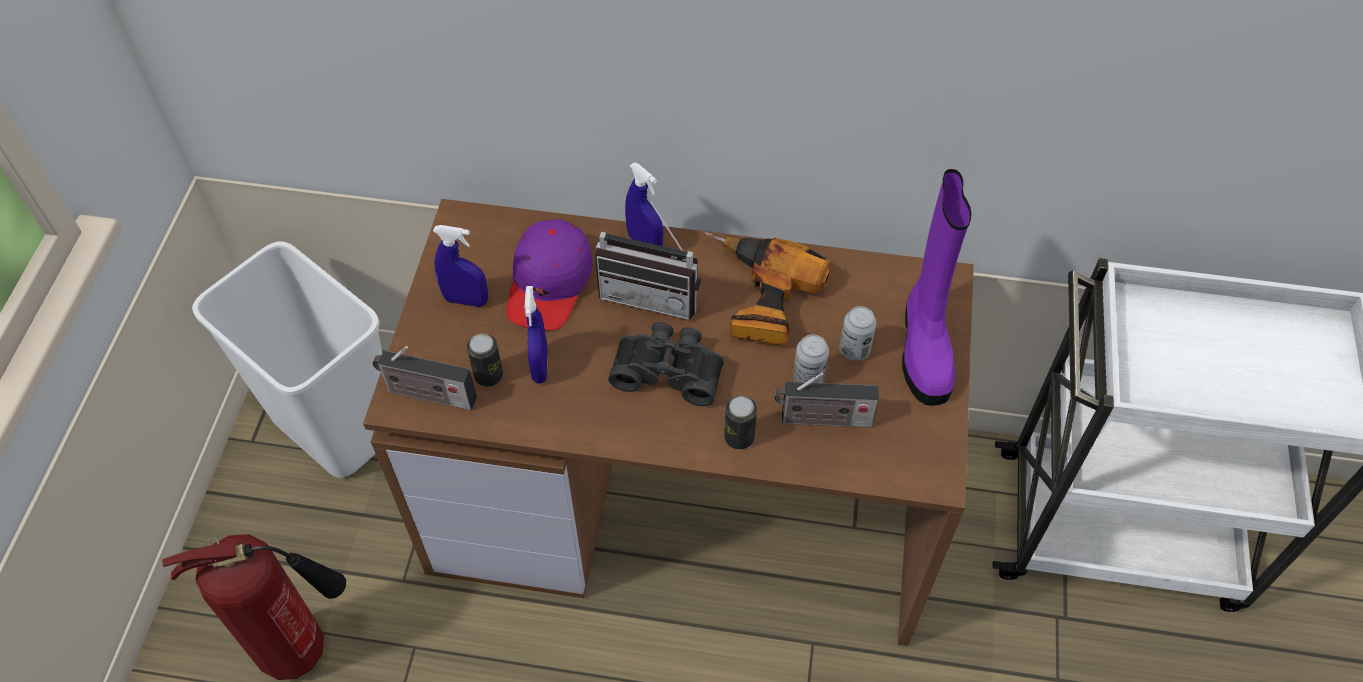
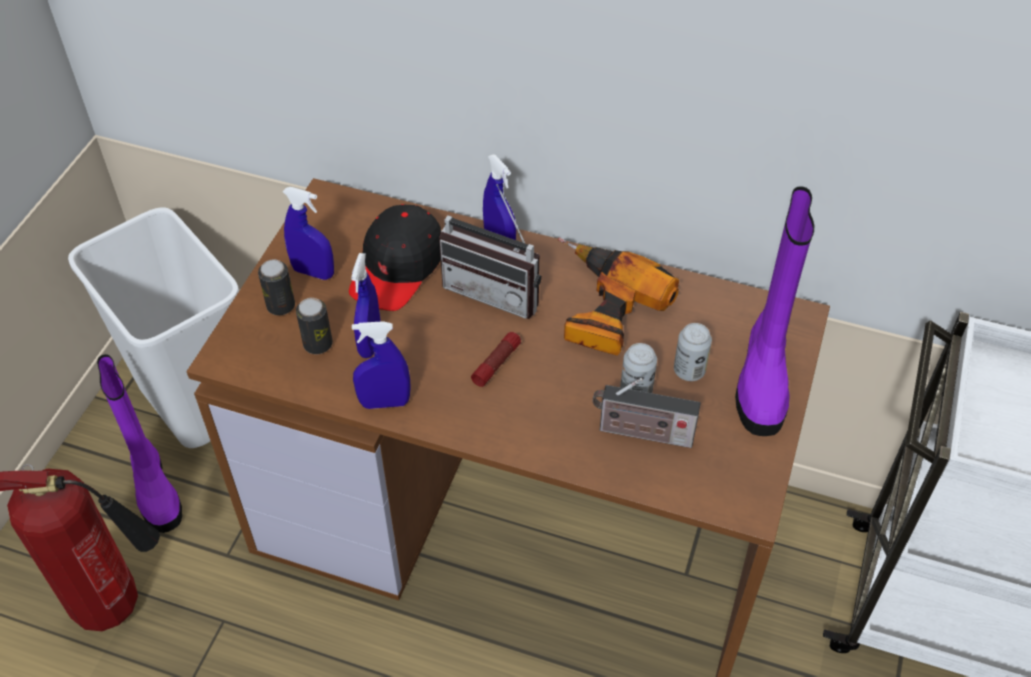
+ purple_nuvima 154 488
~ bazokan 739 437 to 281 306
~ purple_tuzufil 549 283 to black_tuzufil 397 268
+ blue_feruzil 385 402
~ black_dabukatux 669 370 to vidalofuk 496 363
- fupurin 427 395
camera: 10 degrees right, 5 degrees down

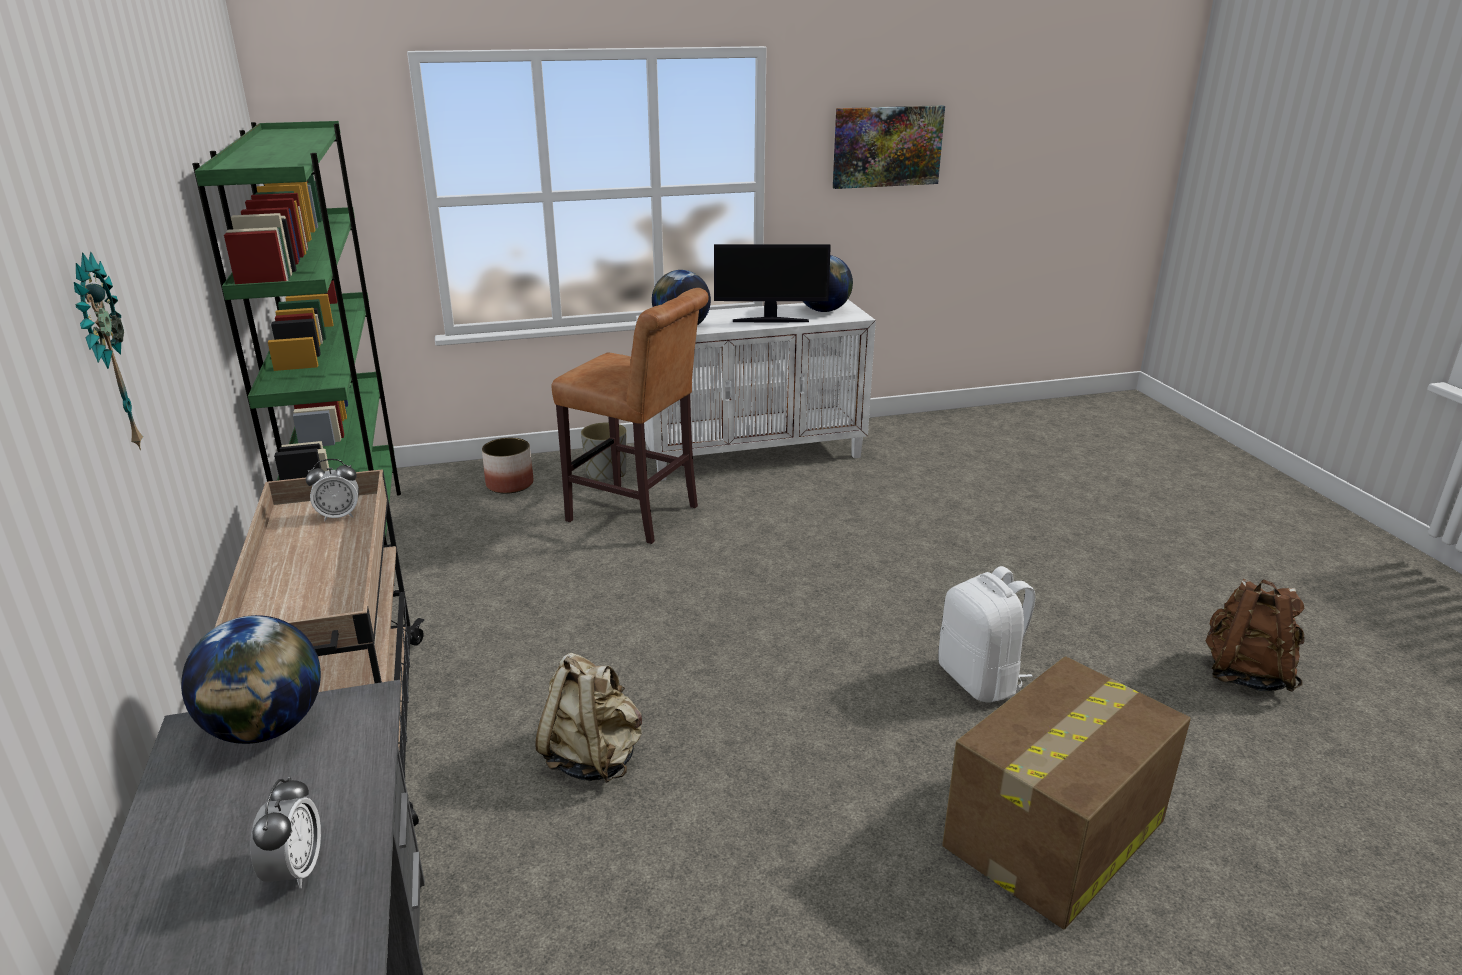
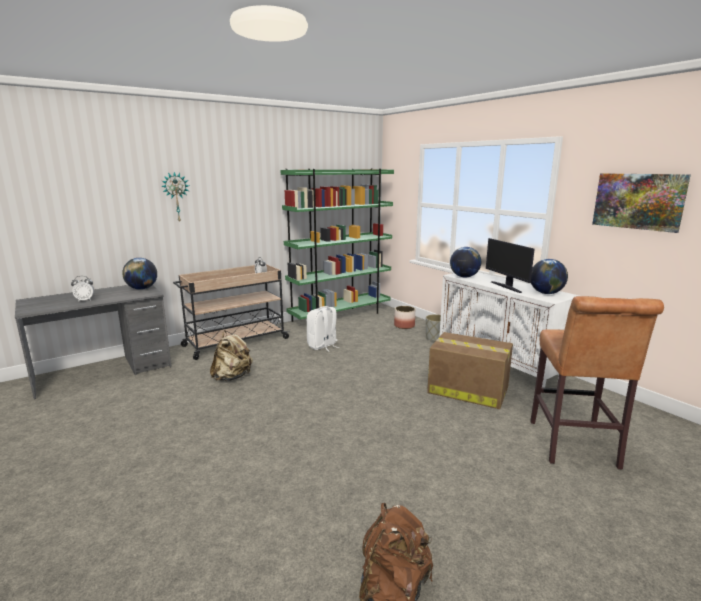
~ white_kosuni 981 680 to 322 346
~ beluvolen 1053 835 to 466 390
~ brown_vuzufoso 638 515 to 574 447
camera: 70 degrees right, 10 degrees down

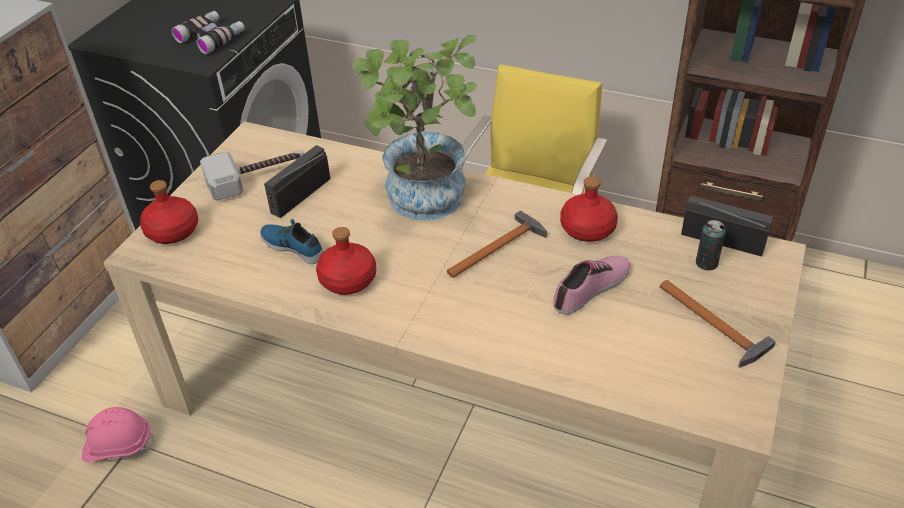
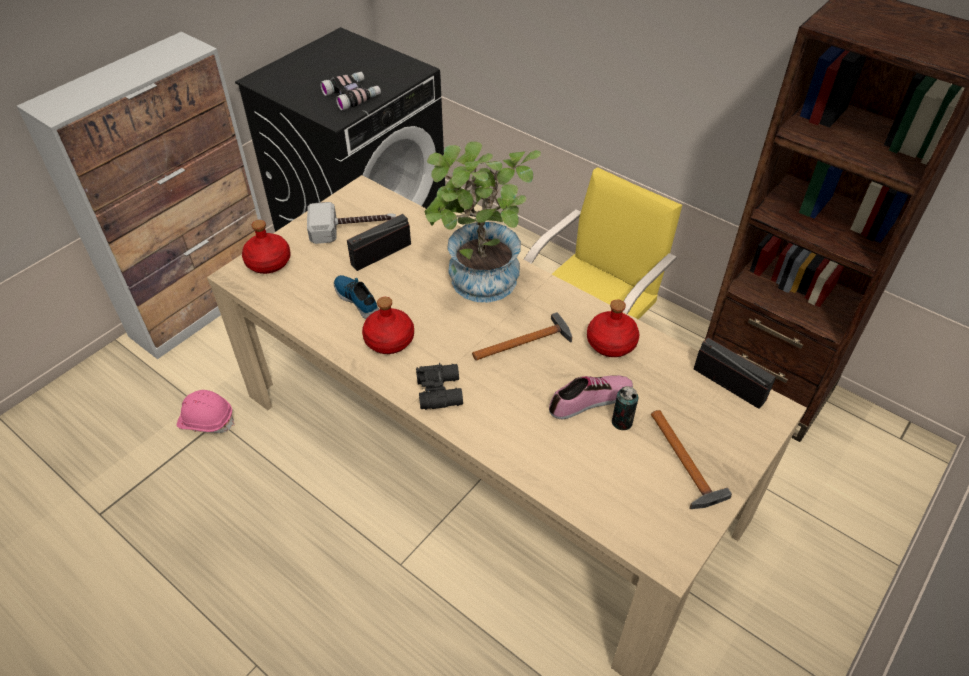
+ black_dabukatux 440 390
~ bazokan 706 263 to 622 422
camera: 15 degrees right, 5 degrees up

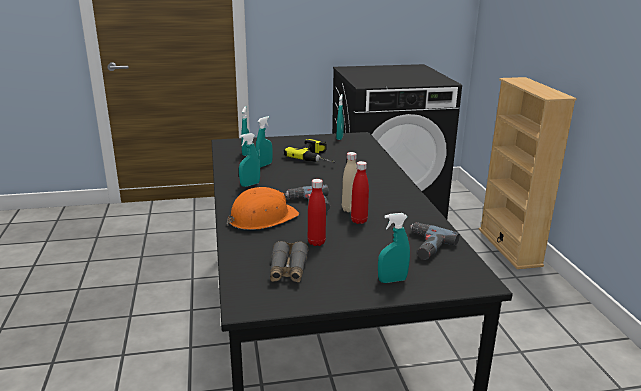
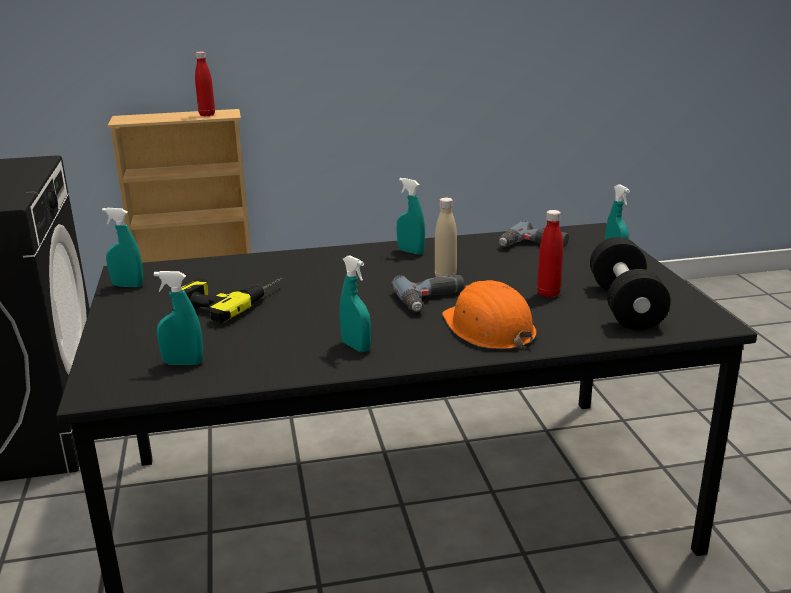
~ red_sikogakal 359 221 to 207 115
~ turquoise_feruzil 264 165 to 410 251
~ grey_dabukatux 288 270 to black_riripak 625 306
camera: 90 degrees left, 0 degrees up

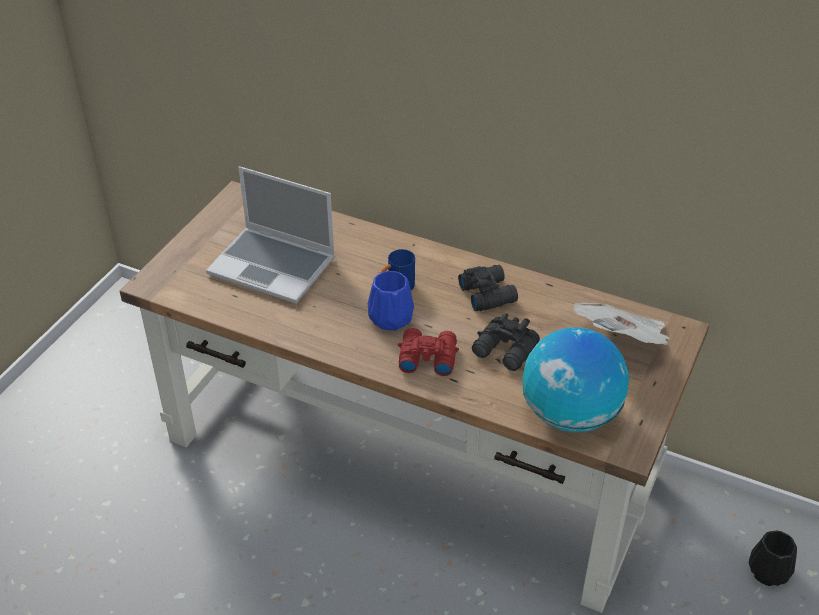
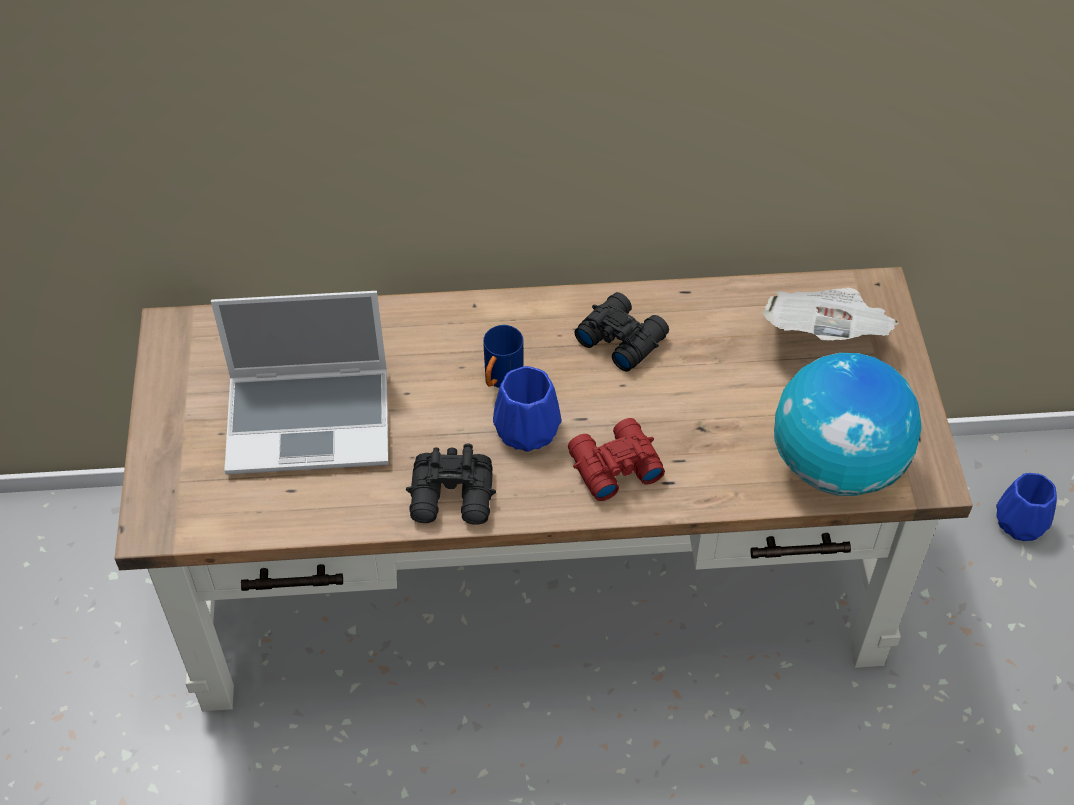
~ black_dabukatux 505 351 to 453 498
~ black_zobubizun 769 572 to blue_zobubizun 1021 523
camera: 30 degrees left, 10 degrees up

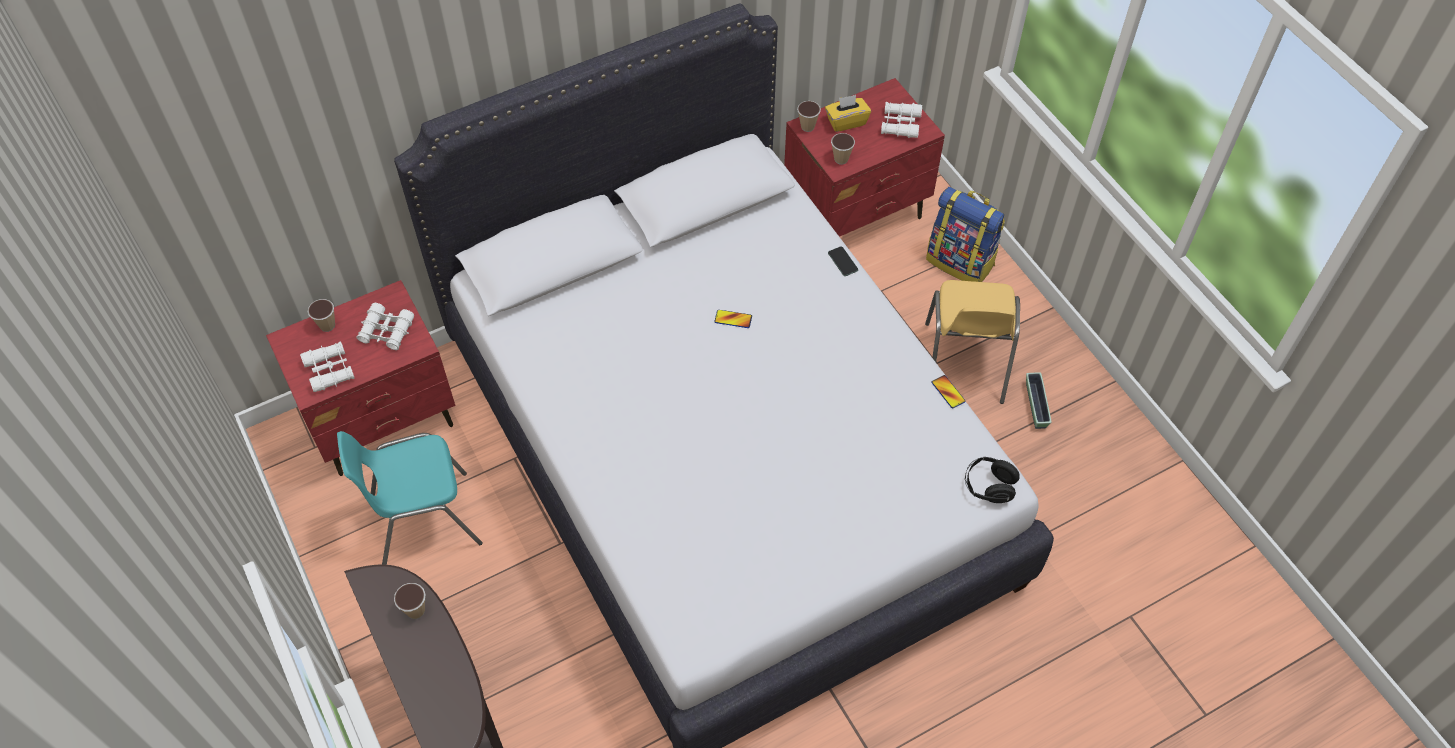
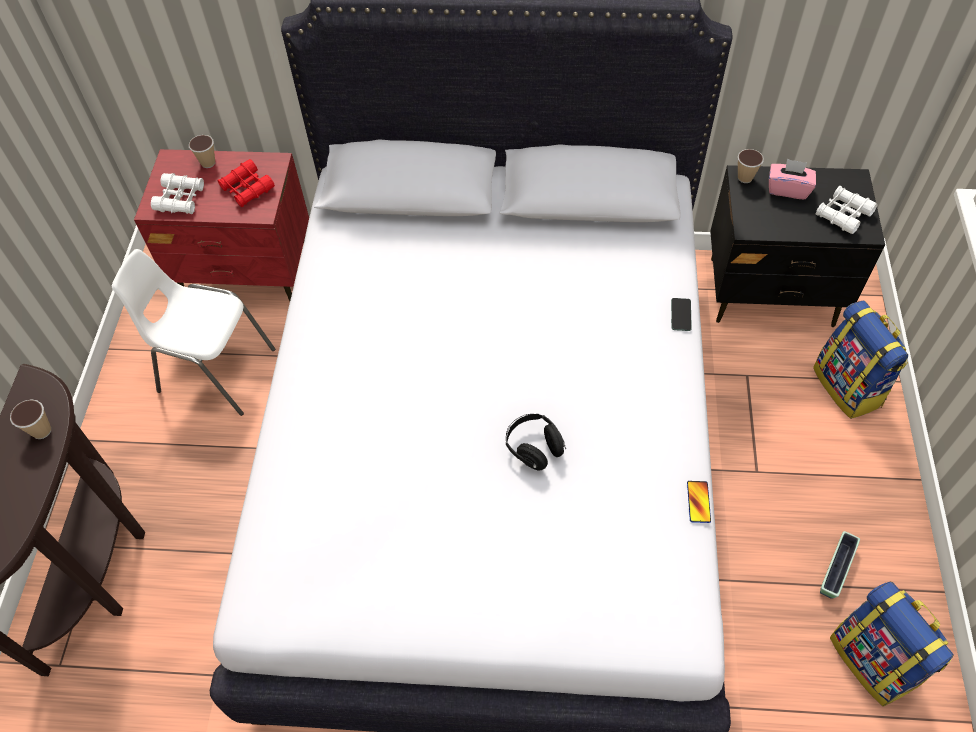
~ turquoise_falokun 424 520 to white_falokun 215 370
~ white_dabukatux 387 331 to red_dabukatux 247 188
~ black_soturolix 989 487 to 534 448
~ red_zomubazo 856 213 to black_zomubazo 772 293
~ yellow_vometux 846 122 to pink_vometux 788 189
+ kosuni 874 660
- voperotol 733 319
- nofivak 841 159
- yellow_falokun 964 364
camera: 35 degrees right, 0 degrees up

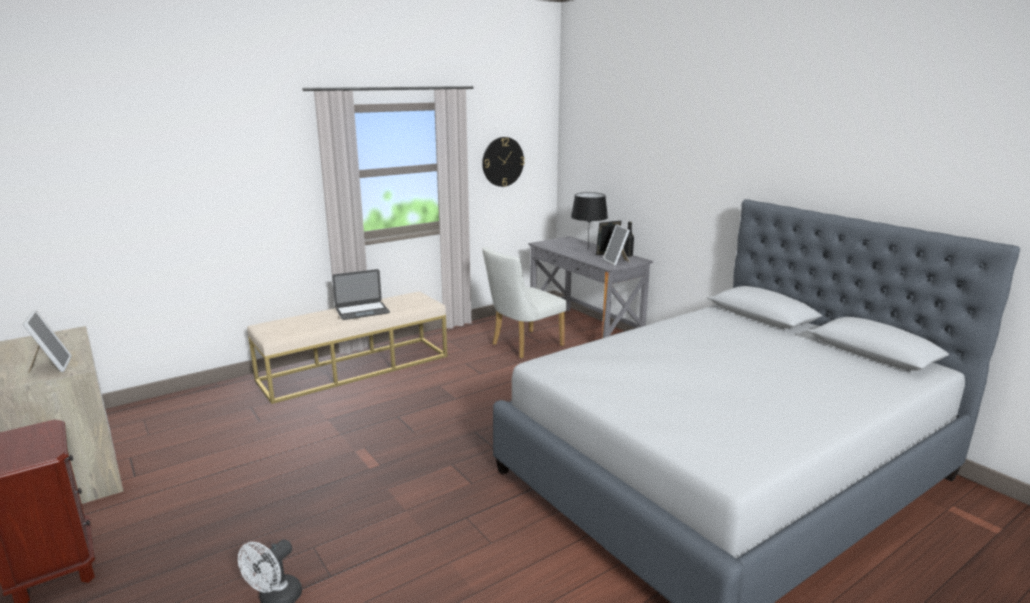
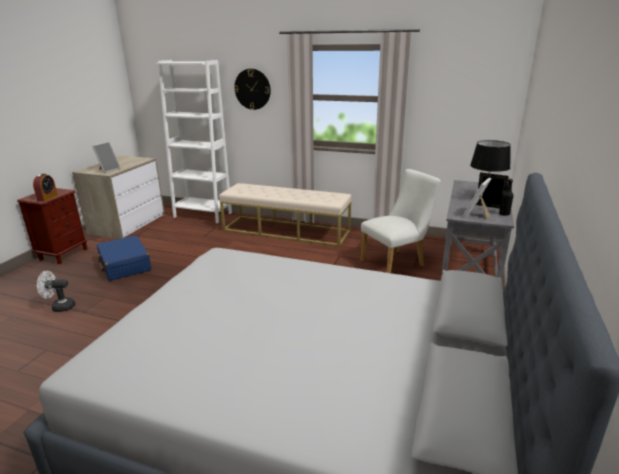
+ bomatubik 47 198
+ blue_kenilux 125 265
+ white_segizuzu 202 215
~ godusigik 502 161 to 252 89
~ white_falokun 522 346 = 396 263 135 degrees clockwise
- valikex 362 311
camera: 55 degrees right, 5 degrees up

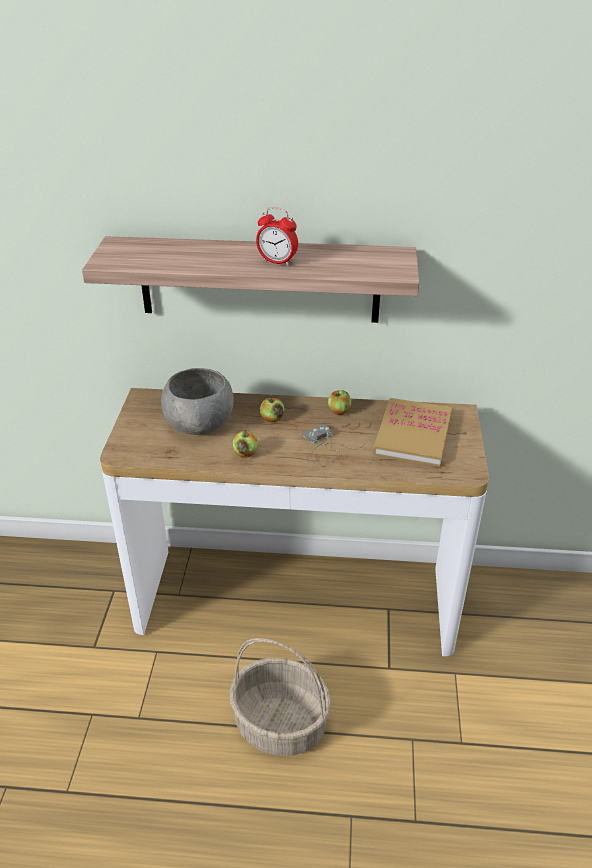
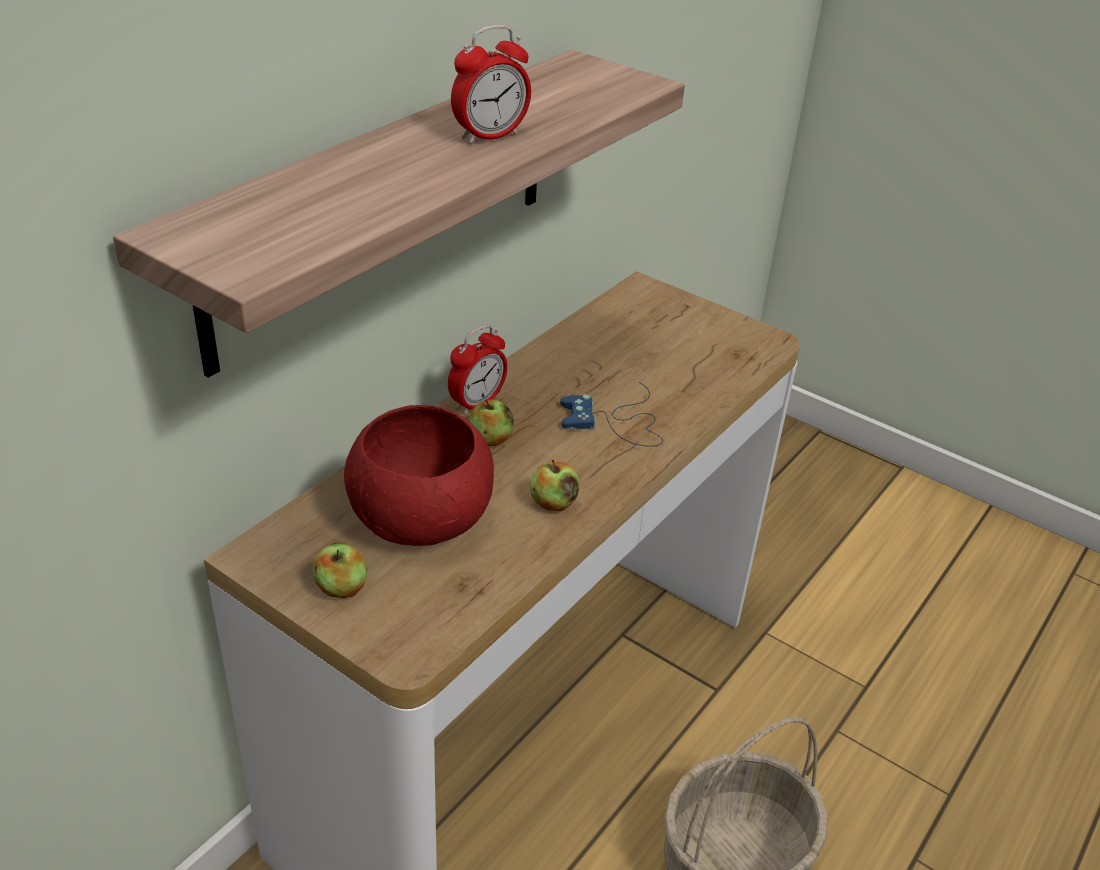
~ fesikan 339 411 to 341 588
~ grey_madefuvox 198 424 to red_madefuvox 420 520
+ bomatubik 477 403
~ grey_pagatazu 326 448 to blue_pagatazu 616 423
- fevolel 413 435
camera: 60 degrees left, 0 degrees up

